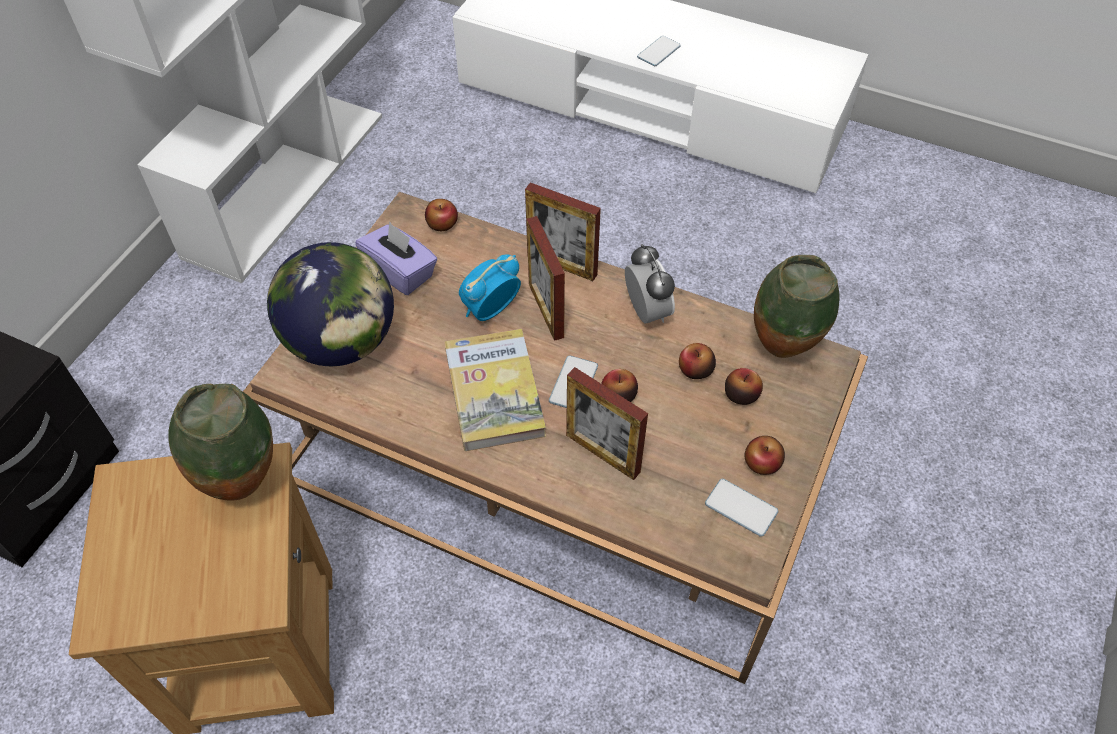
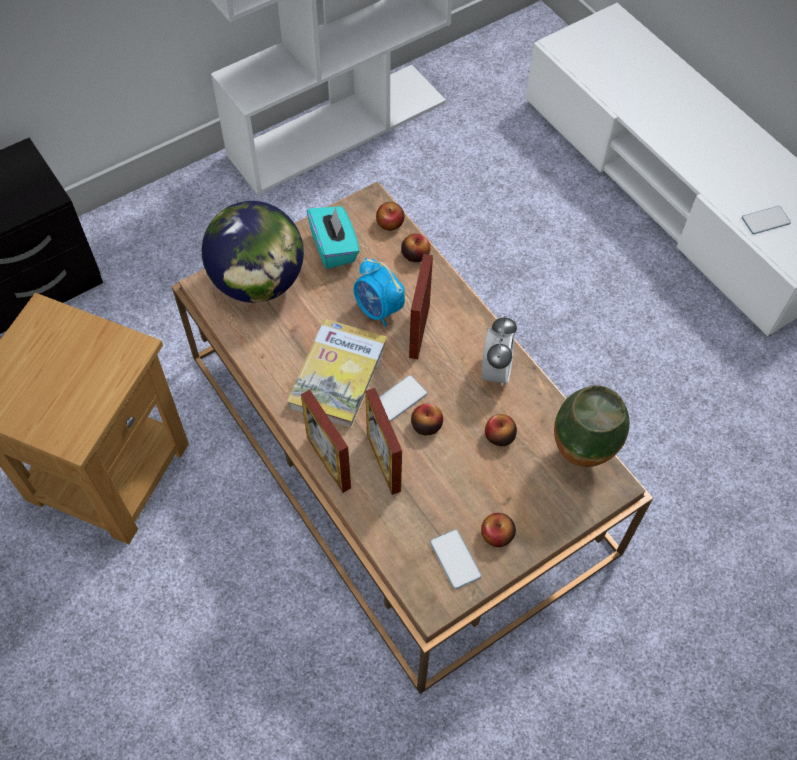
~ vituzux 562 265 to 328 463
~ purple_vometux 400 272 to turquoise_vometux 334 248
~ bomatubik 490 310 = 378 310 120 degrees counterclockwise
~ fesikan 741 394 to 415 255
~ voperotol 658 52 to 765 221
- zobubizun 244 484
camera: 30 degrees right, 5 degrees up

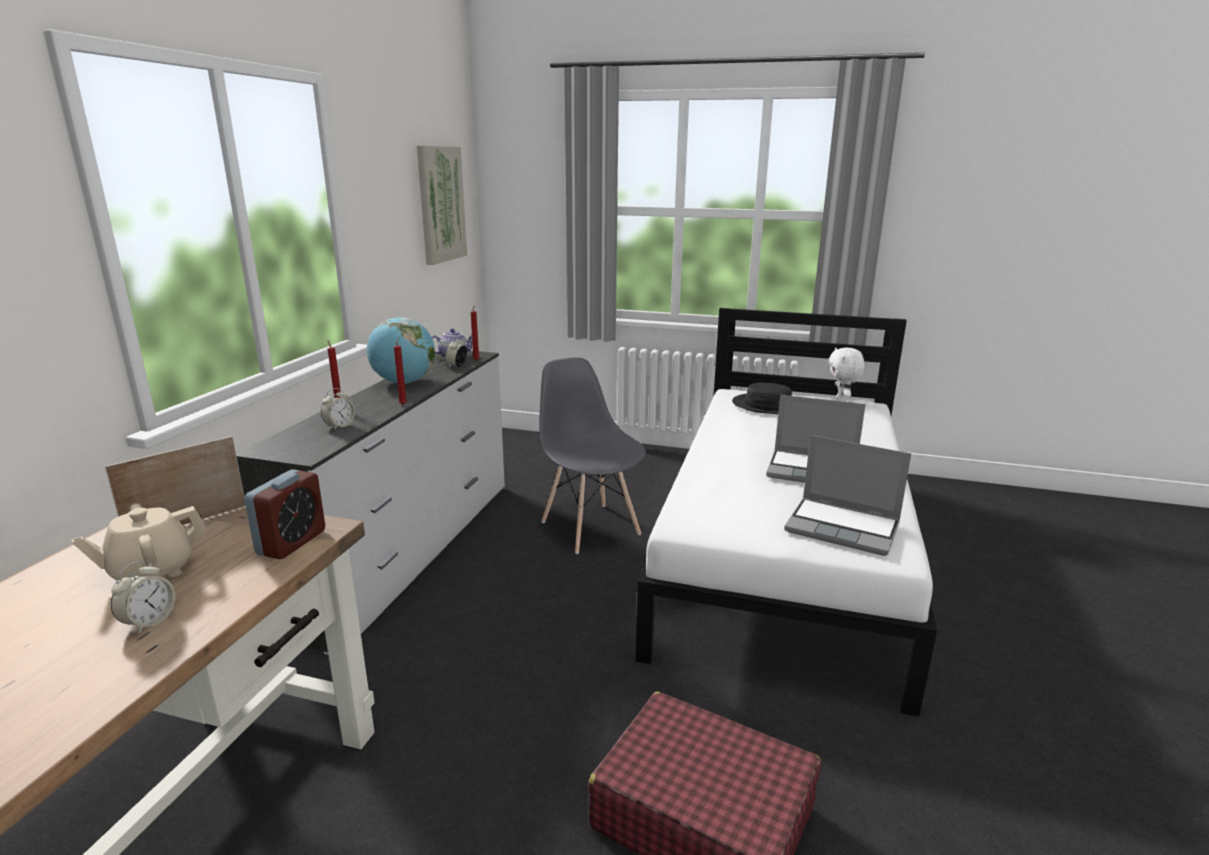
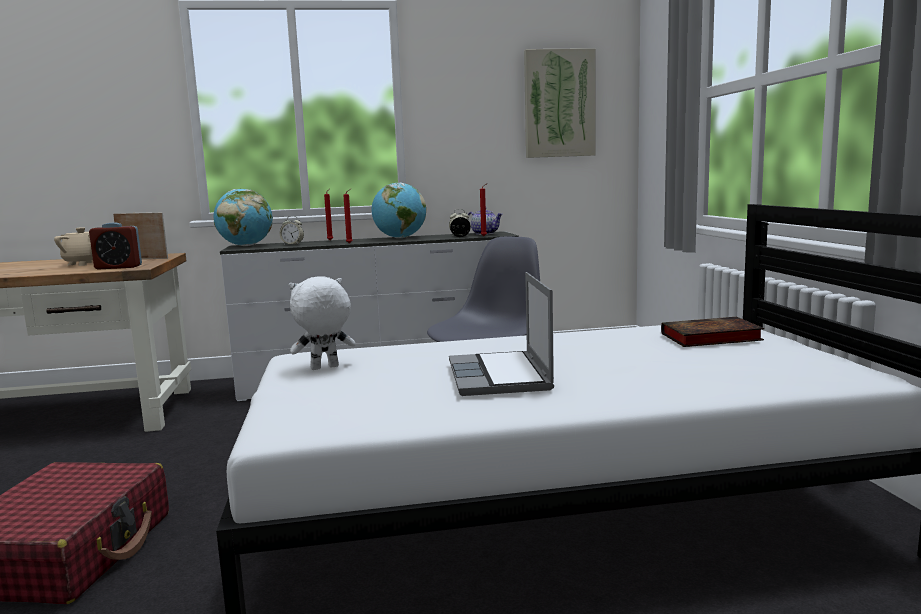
+ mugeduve 246 246
~ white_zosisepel 842 402 to 324 368
~ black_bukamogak 767 405 to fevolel 709 338
- bomatubik 149 622
- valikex 844 527
camera: 65 degrees right, 10 degrees down

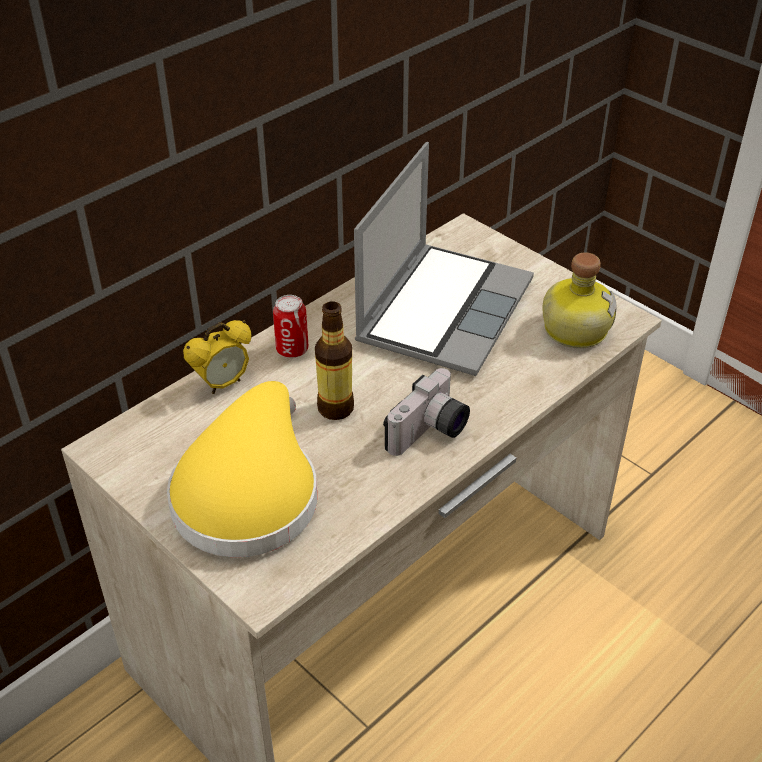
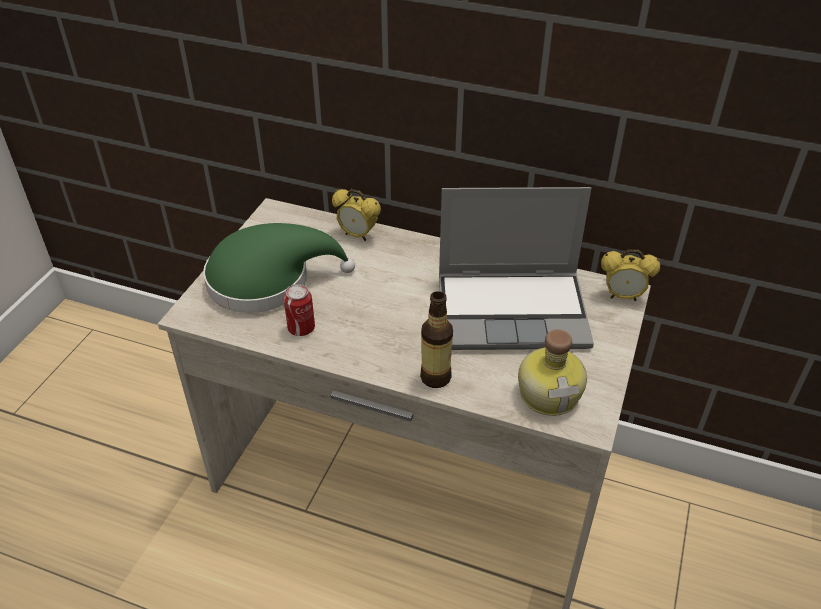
~ yellow_bukamogak 248 492 to green_bukamogak 267 280
~ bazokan 292 349 to 301 328
~ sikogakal 335 408 to 435 377
+ bomatubik 623 296
- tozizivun 430 433
camera: 65 degrees right, 0 degrees up

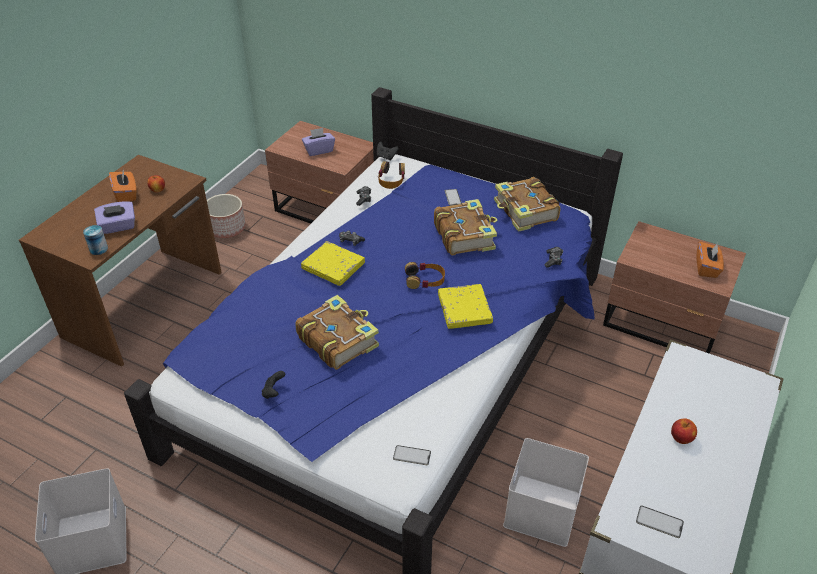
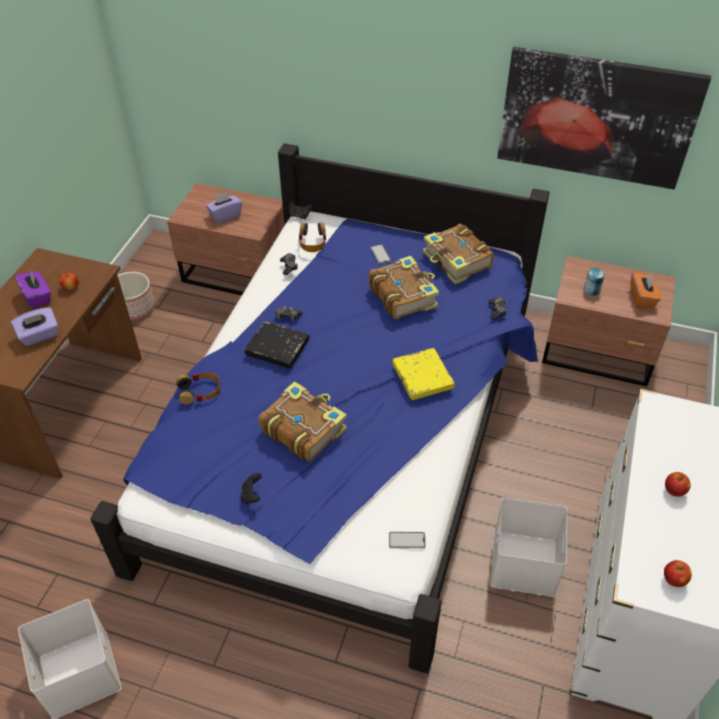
~ orange_vometux 126 194 to purple_vometux 37 297
~ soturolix 425 279 to 199 391
~ yellow_fevolel 333 266 to black_fevolel 277 347
+ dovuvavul 596 118
~ bazokan 98 249 to 591 289
~ voperotol 659 522 to fesikan 674 579
camera: 10 degrees left, 5 degrees up

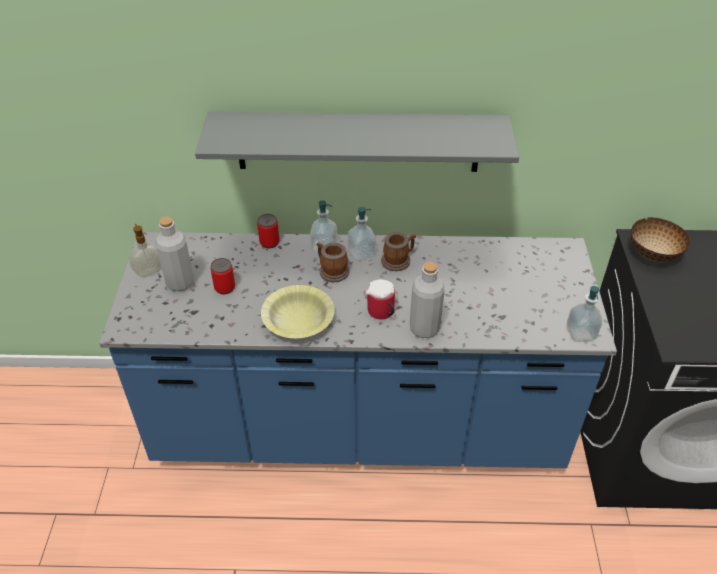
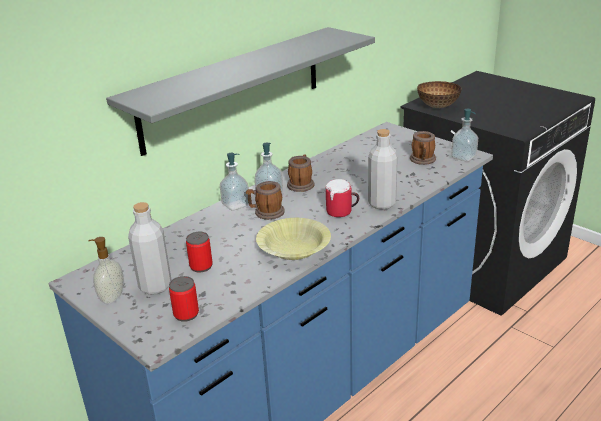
~ bazokan 269 242 to 186 314
+ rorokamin 423 160
camera: 45 degrees left, 15 degrees down

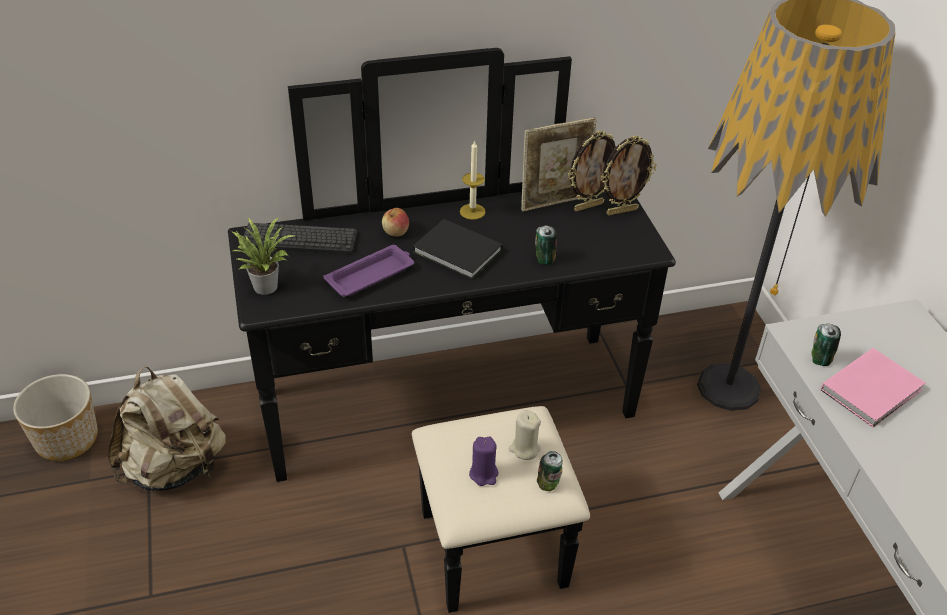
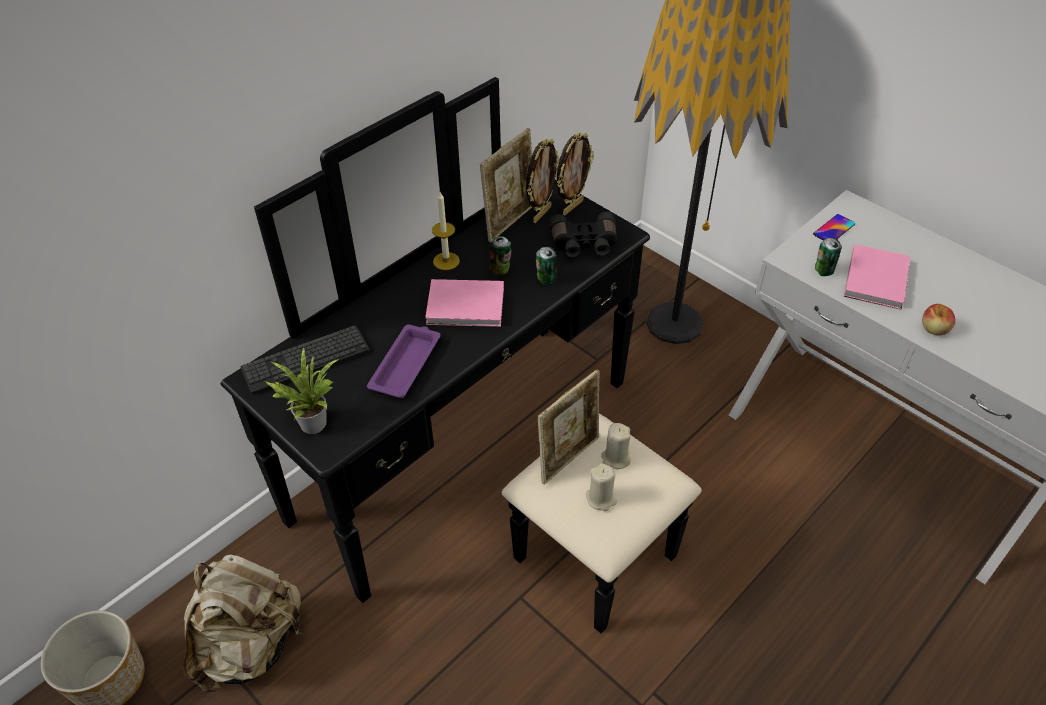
~ black_fevolel 458 253 to pink_fevolel 467 306
~ bazokan 549 484 to 501 269
+ vituzux 568 457
+ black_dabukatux 584 244
~ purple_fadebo 484 474 to beige_fadebo 601 499
+ voperotol 834 229
~ fesikan 396 232 to 934 329
camera: 30 degrees left, 5 degrees up

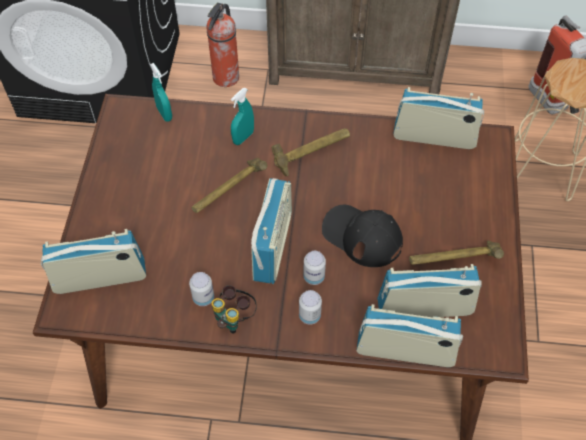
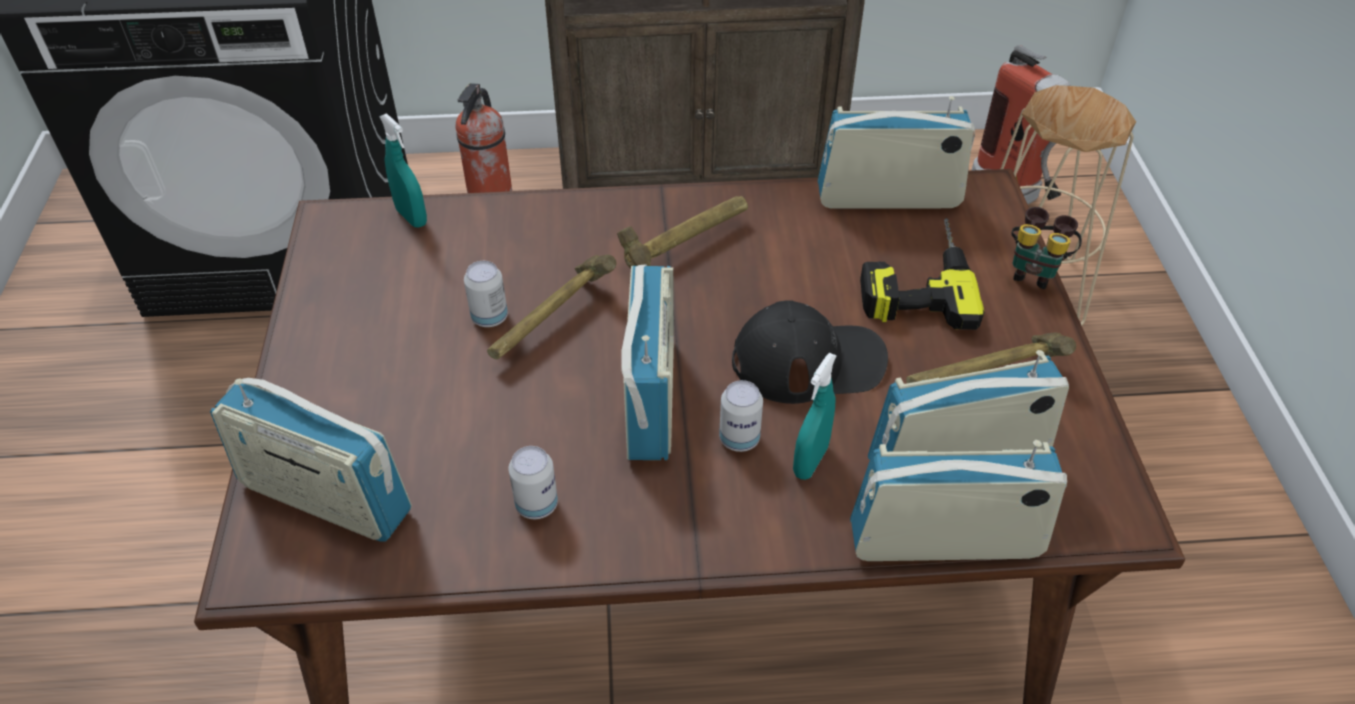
~ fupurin 100 278 = 325 498 135 degrees counterclockwise
~ bazokan 309 316 to 489 317
~ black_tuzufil 362 236 = 808 361 150 degrees clockwise
~ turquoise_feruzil 243 137 to 810 461
+ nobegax 914 279
~ dabukatux 234 318 to 1034 271
camera: 10 degrees left, 10 degrees down

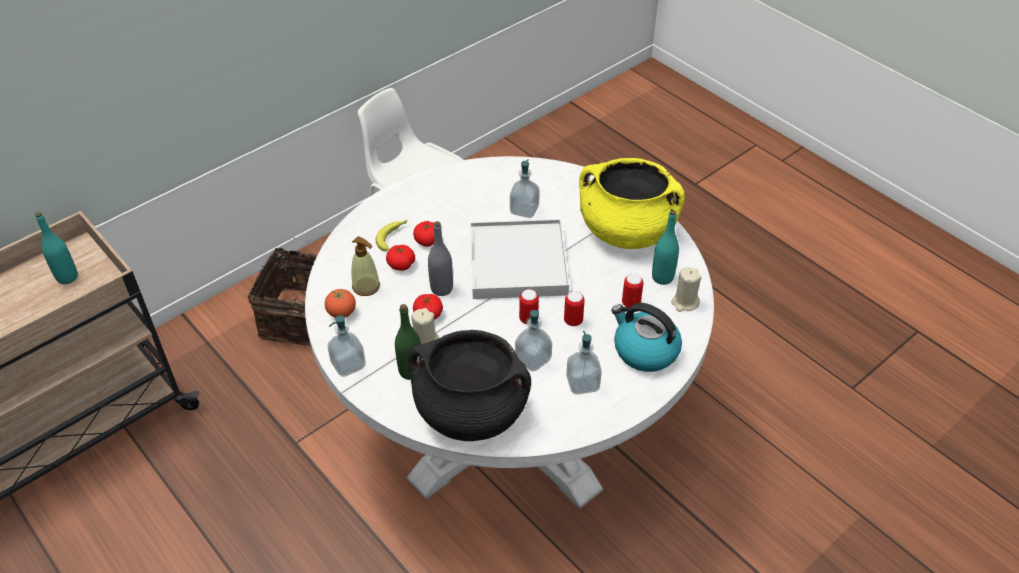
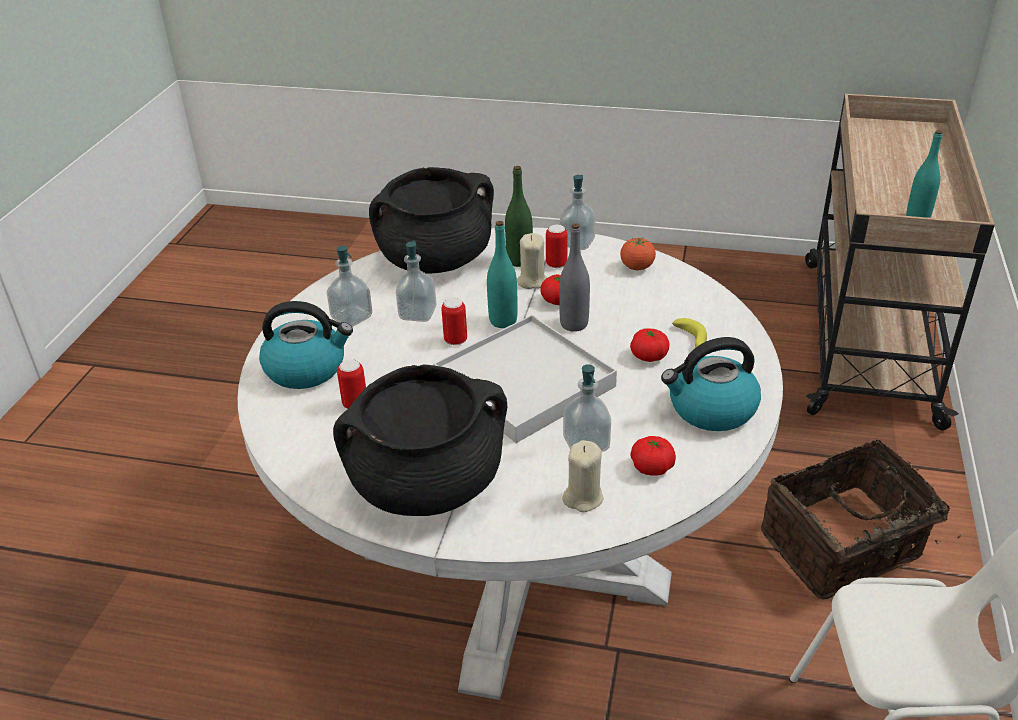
~ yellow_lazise 626 231 to black_lazise 427 485
~ turquoise_sikogakal 662 277 to 503 321
~ bazokan 573 321 to 556 264
~ beige_fadebo 684 302 to 583 497
~ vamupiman 401 265 to 652 467
+ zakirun 711 409
- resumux 366 286
camera: 145 degrees right, 10 degrees down

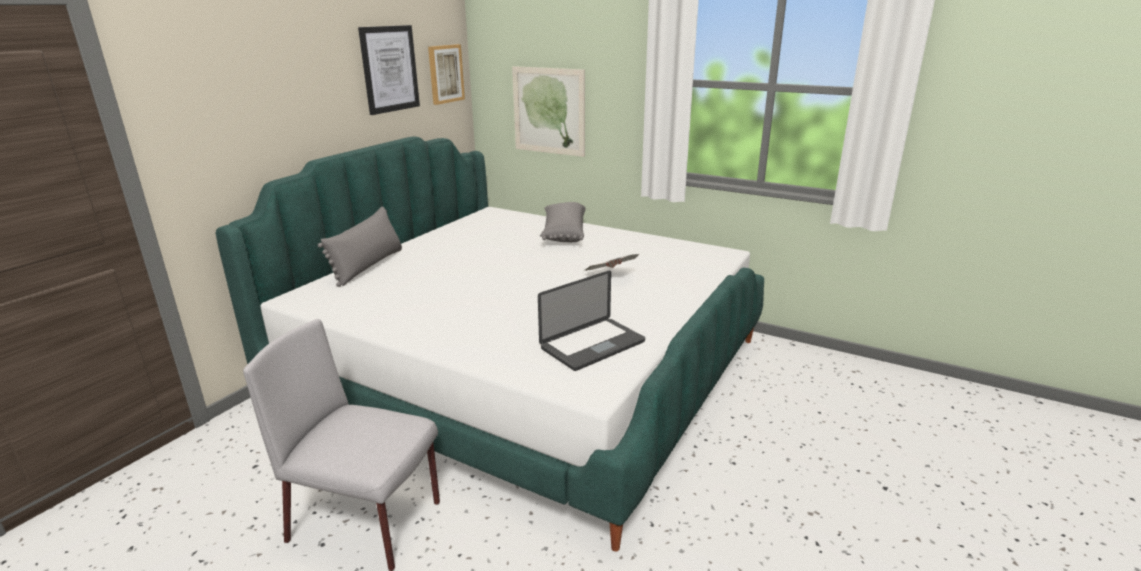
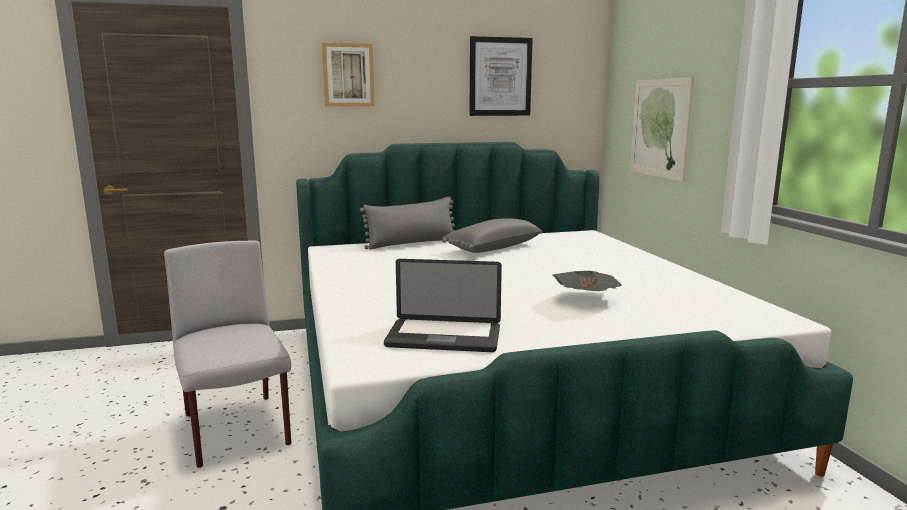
~ dovuvavul 445 74 to 348 75
~ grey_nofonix 563 233 to 492 248
camera: 45 degrees right, 10 degrees down

